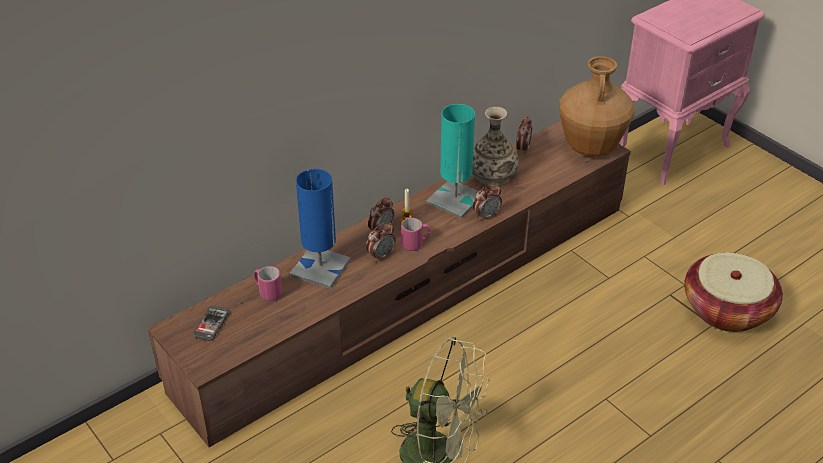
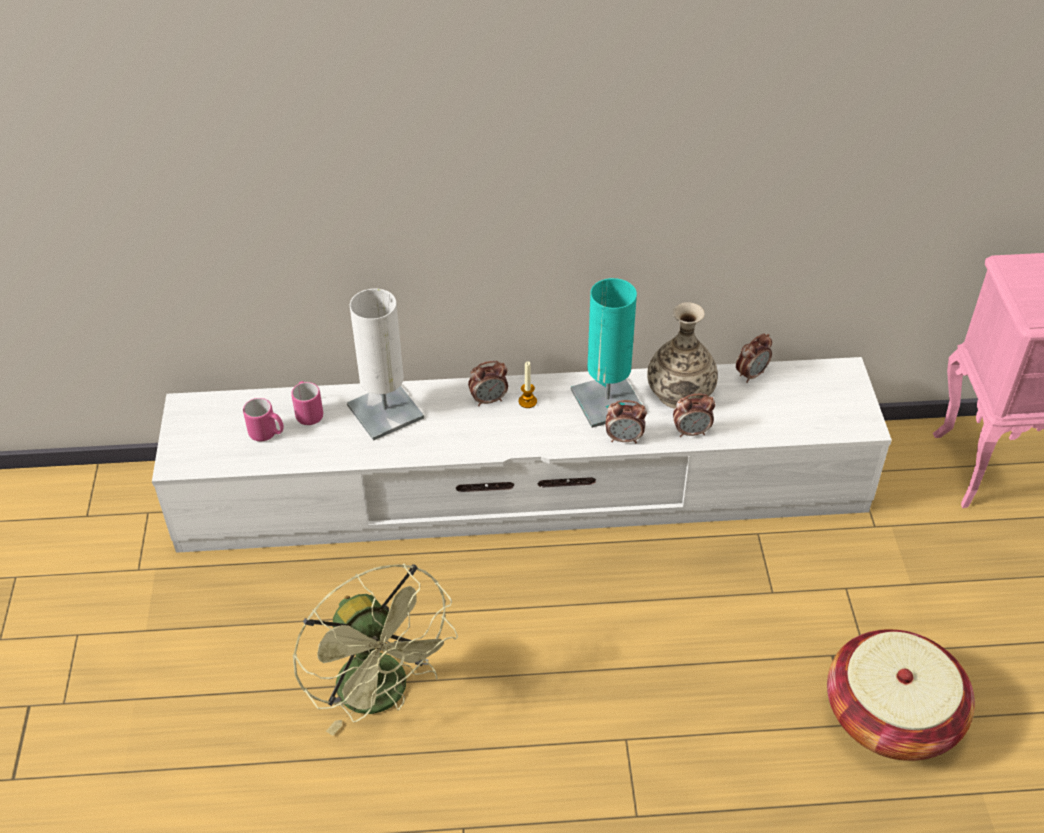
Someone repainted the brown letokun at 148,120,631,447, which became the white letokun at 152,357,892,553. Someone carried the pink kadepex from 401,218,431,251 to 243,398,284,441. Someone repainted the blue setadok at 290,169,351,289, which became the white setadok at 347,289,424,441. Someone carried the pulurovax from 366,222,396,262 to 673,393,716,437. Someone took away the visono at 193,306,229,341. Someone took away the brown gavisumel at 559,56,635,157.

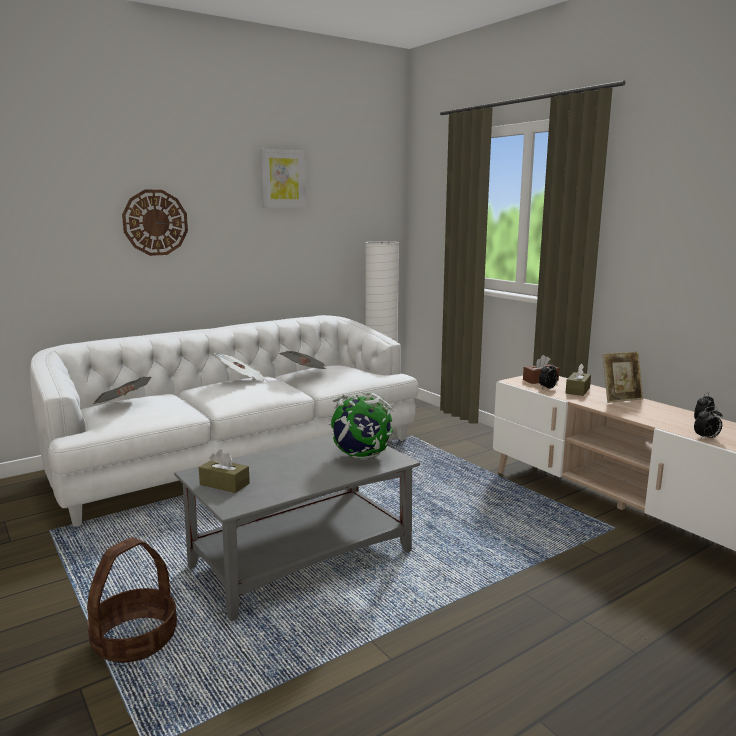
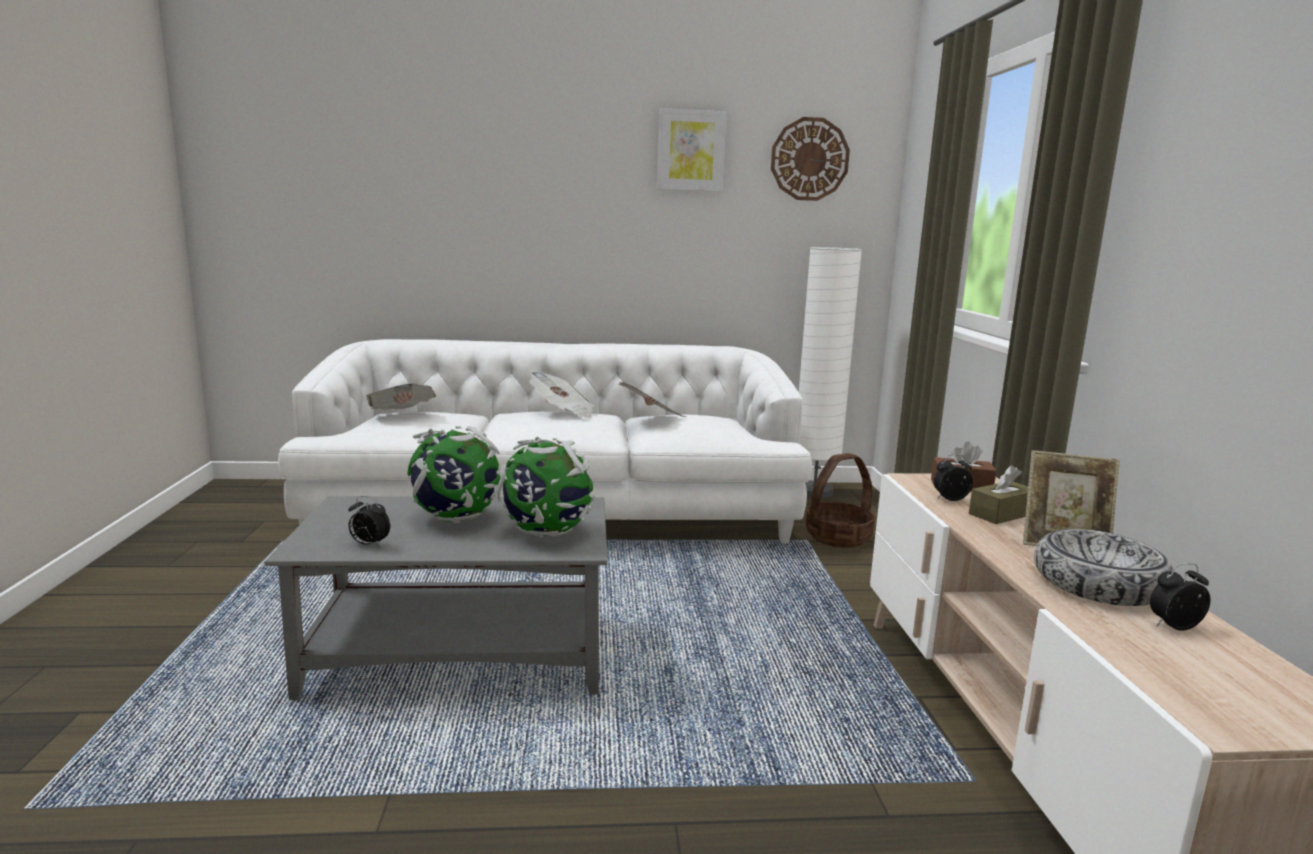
Someone carried the pulurovax from 694,406,723,439 to 348,496,390,547. Someone put down the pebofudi at 407,426,500,523. Someone carried the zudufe from 122,190,188,256 to 771,117,850,201. Someone carried the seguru from 87,538,177,663 to 806,453,875,548. Someone put down the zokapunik at 1034,529,1175,606. Someone took away the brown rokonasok at 199,449,250,493.

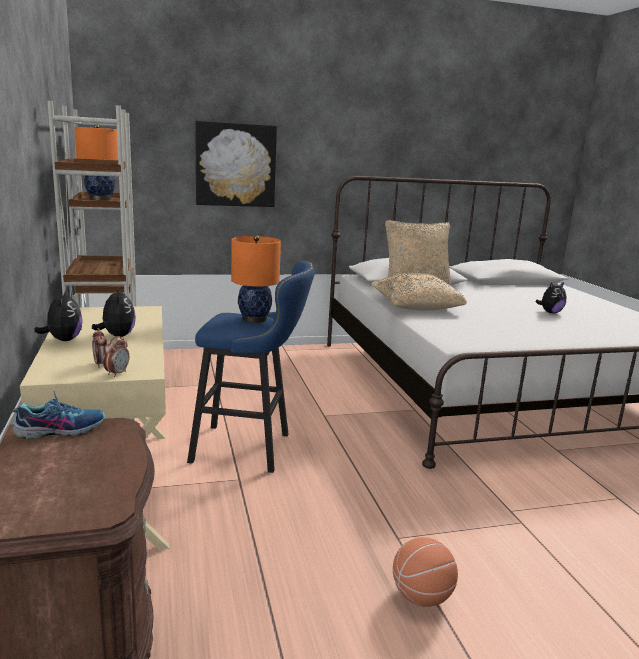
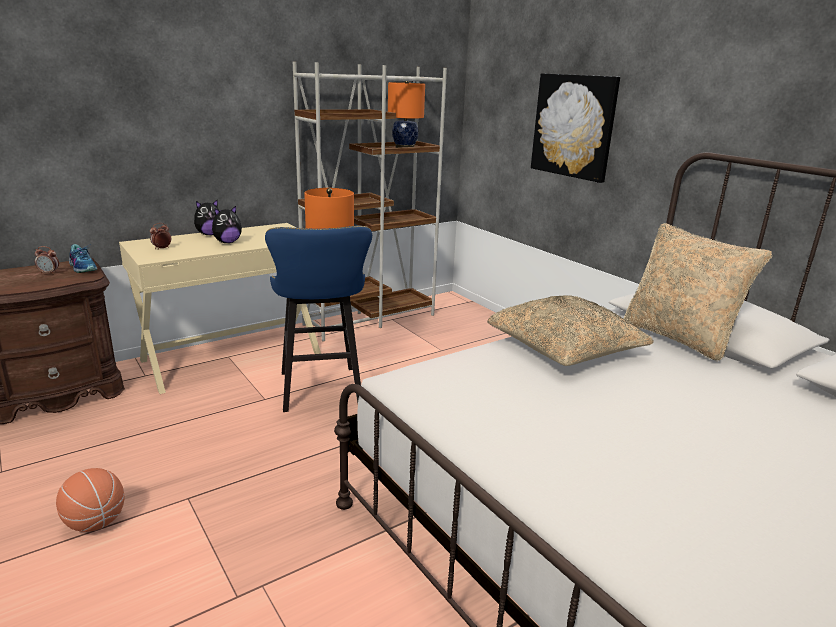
Someone carried the pulurovax from 103,336,129,377 to 35,246,59,274. Someone took away the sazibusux at 535,281,566,313.

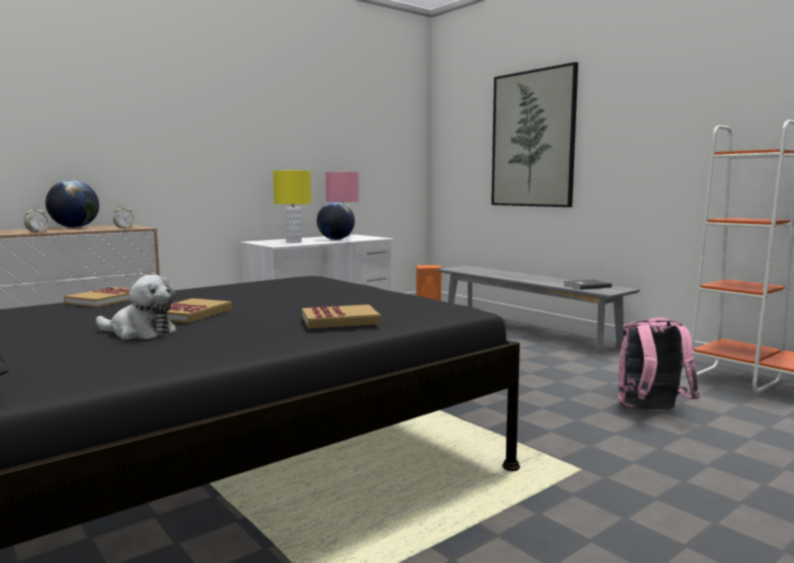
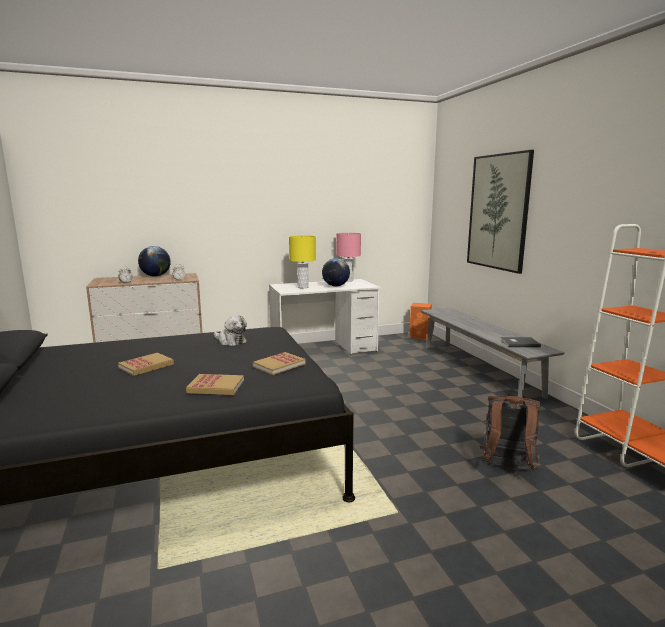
Someone carried the sazibusux from 96,275,177,340 to 214,315,247,346. Someone carried the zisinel from 64,287,130,307 to 252,352,305,375. Someone repainted the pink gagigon at 618,318,700,410, which became the brown gagigon at 480,396,540,470.

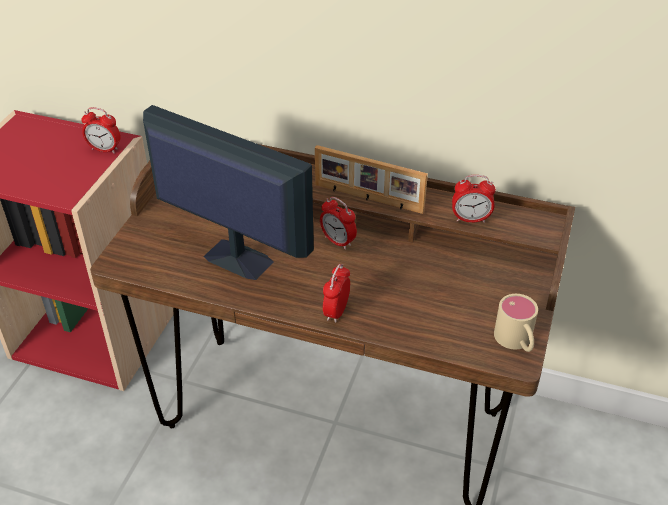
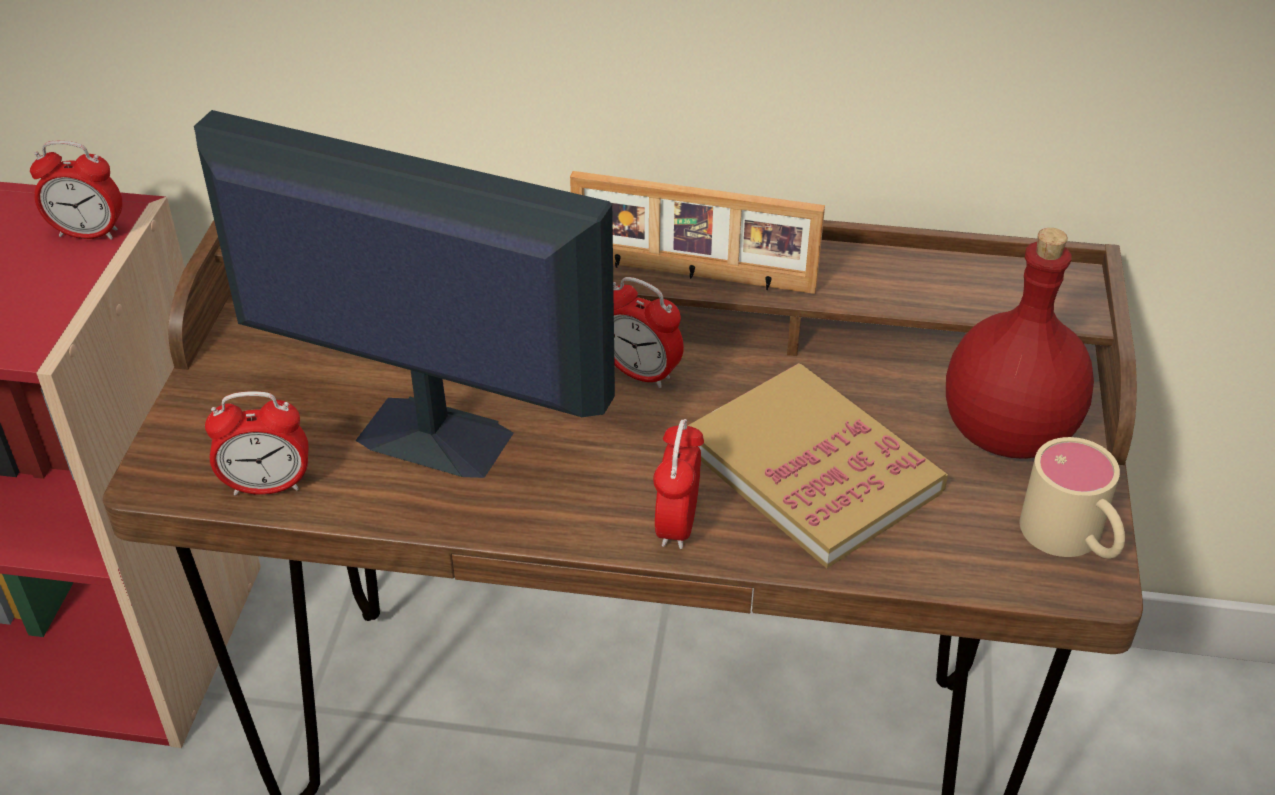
Someone carried the pulurovax from 452,175,496,223 to 205,391,308,496. Someone put down the zisinel at 688,363,948,569. Someone put down the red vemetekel at 946,228,1094,459.

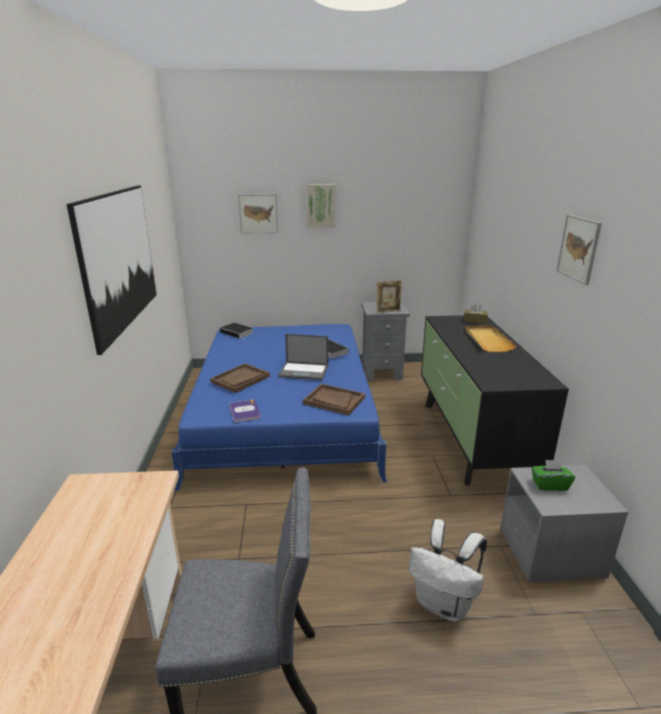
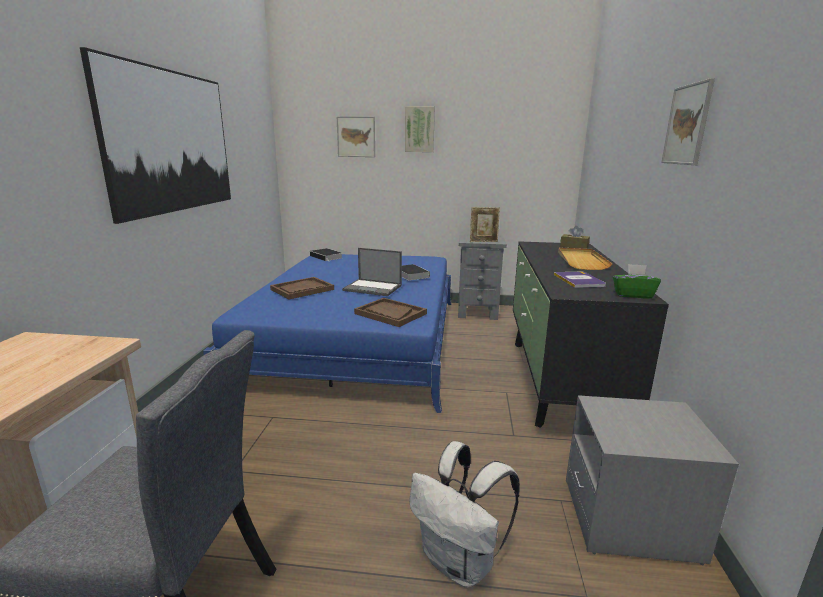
Someone carried the zisinel from 229,400,261,423 to 554,272,606,288. Someone carried the green rokonasok from 531,460,575,491 to 613,264,661,299.

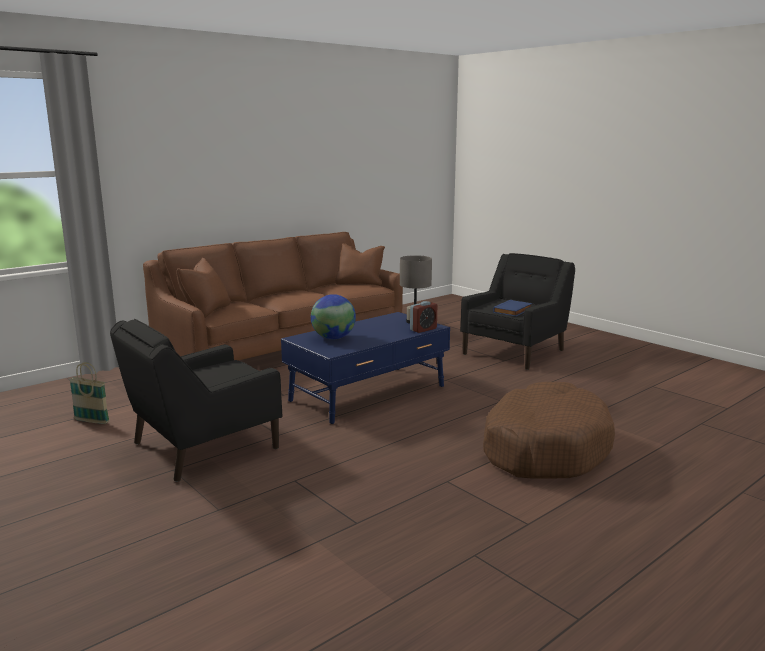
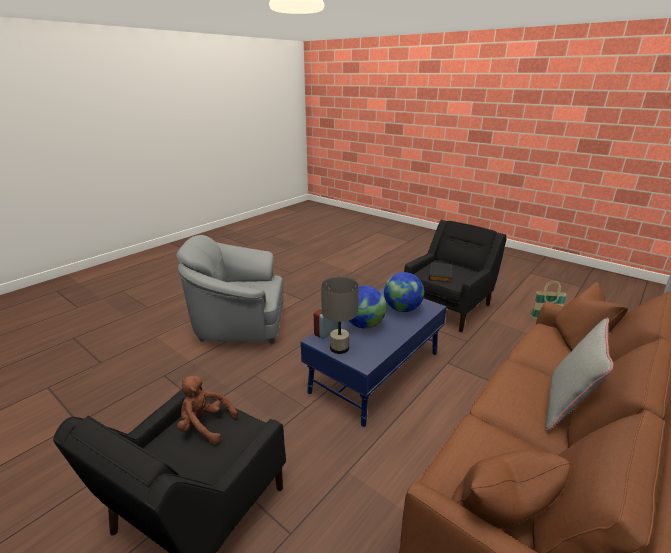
Someone swapped the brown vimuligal at 483,382,615,479 for the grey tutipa at 177,235,283,344. Someone swapped the blue zisinel at 493,300,532,316 for the brown sazibusux at 177,376,238,444. Someone put down the pebofudi at 349,286,386,329. Someone put down the black zisinel at 429,262,452,282. Someone put down the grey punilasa at 546,318,614,431.

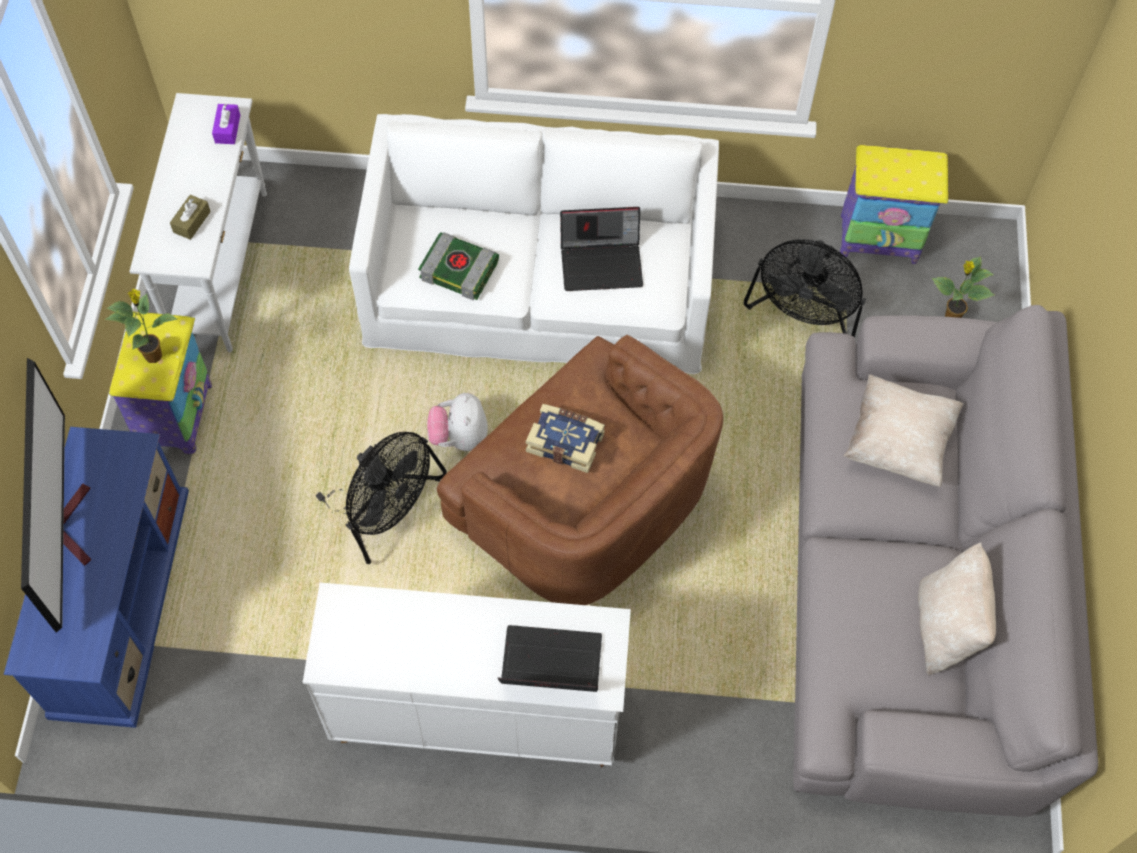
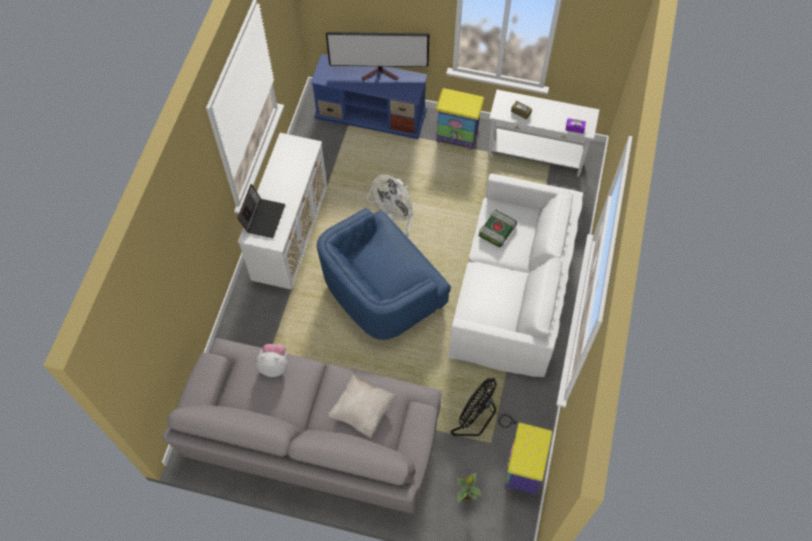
Someone carried the sazibusux from 427,393,488,451 to 256,344,287,377. Someone repainted the brown tutipa at 437,335,723,605, which became the blue tutipa at 317,208,451,340. Someone repainted the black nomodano at 316,432,447,564, which became the white nomodano at 367,175,413,235. Someone took away the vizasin at 105,289,177,363. Someone took away the zisinel at 526,404,605,473. Someone took away the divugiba at 560,207,643,291. Someone took away the beige punilasa at 918,543,996,676.

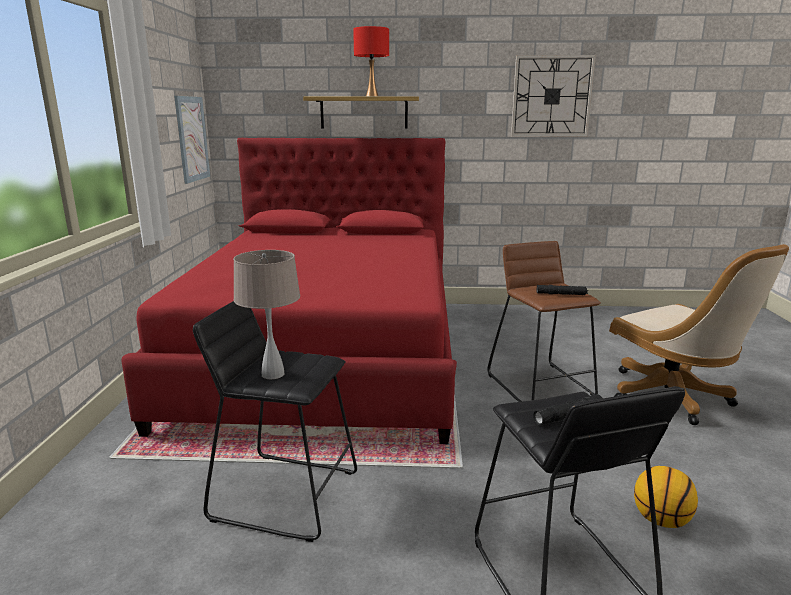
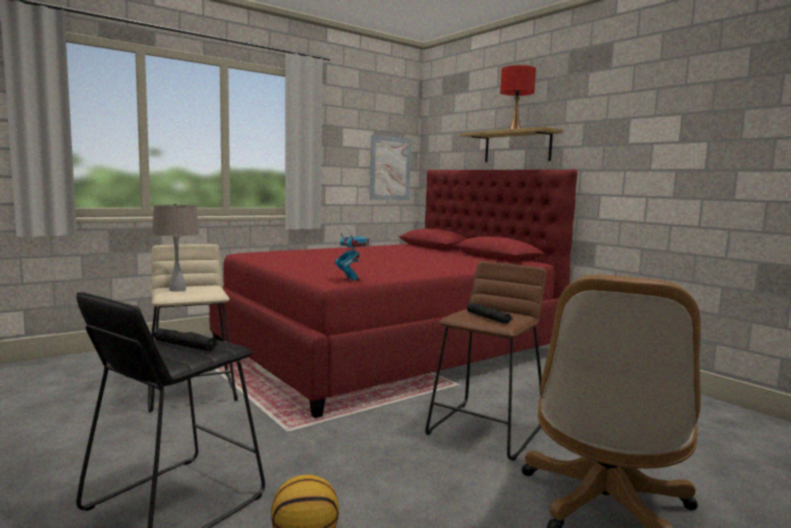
Someone repainted the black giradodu at 193,301,357,542, which became the beige giradodu at 147,244,238,412. Someone put down the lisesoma at 335,227,370,282. Someone took away the zudufe at 511,55,596,136.

